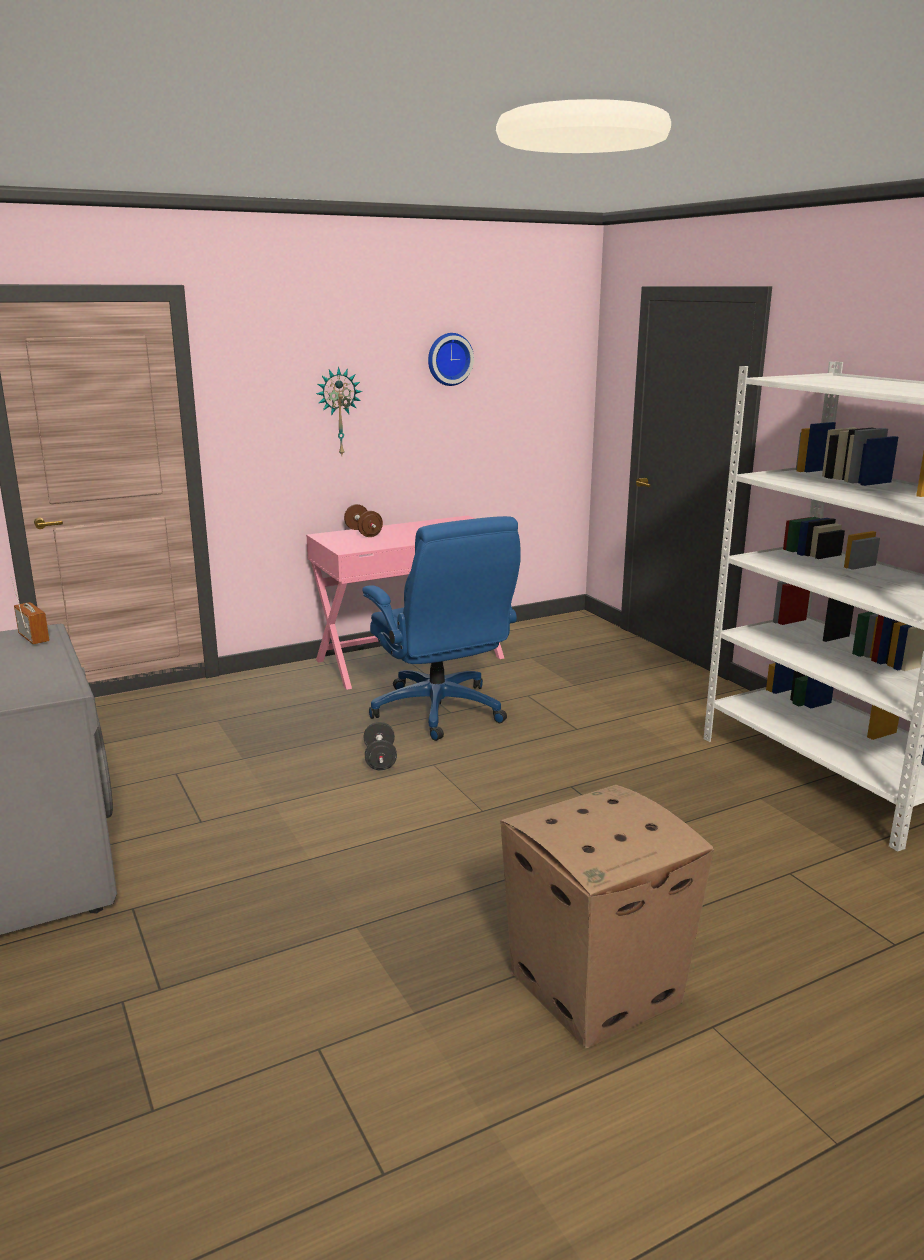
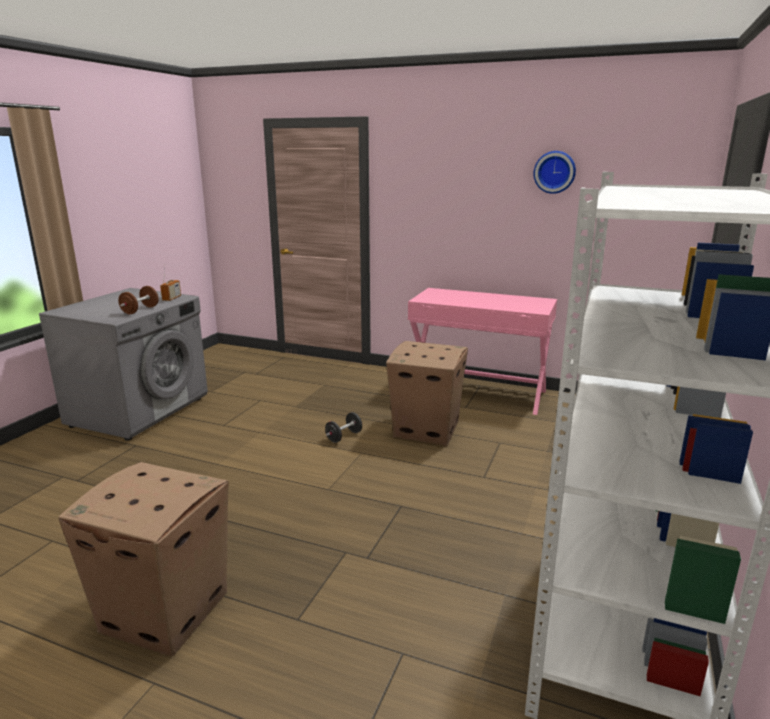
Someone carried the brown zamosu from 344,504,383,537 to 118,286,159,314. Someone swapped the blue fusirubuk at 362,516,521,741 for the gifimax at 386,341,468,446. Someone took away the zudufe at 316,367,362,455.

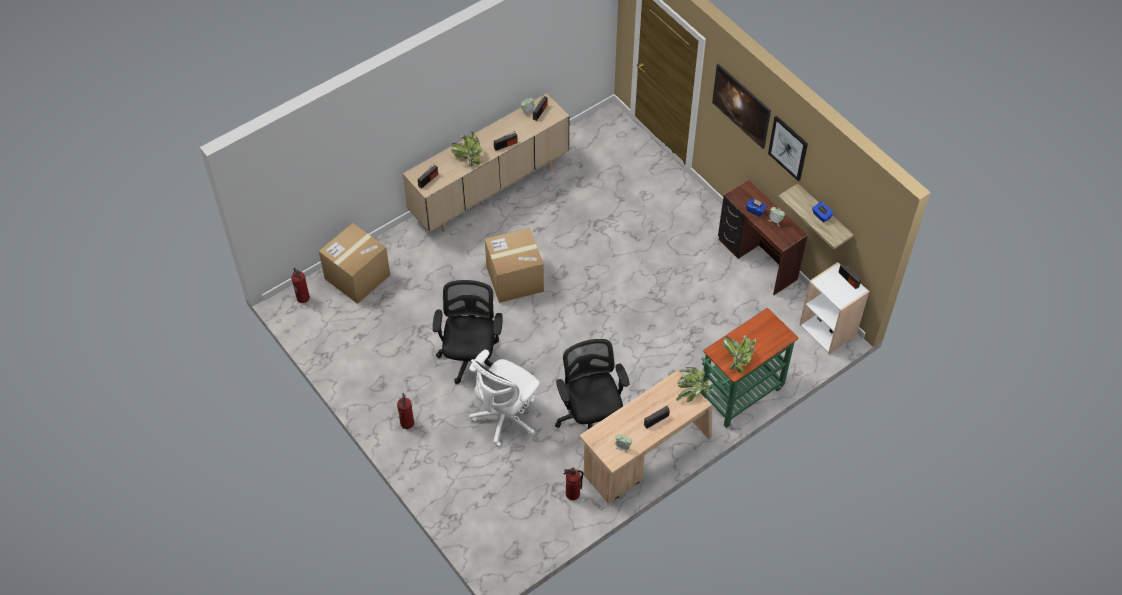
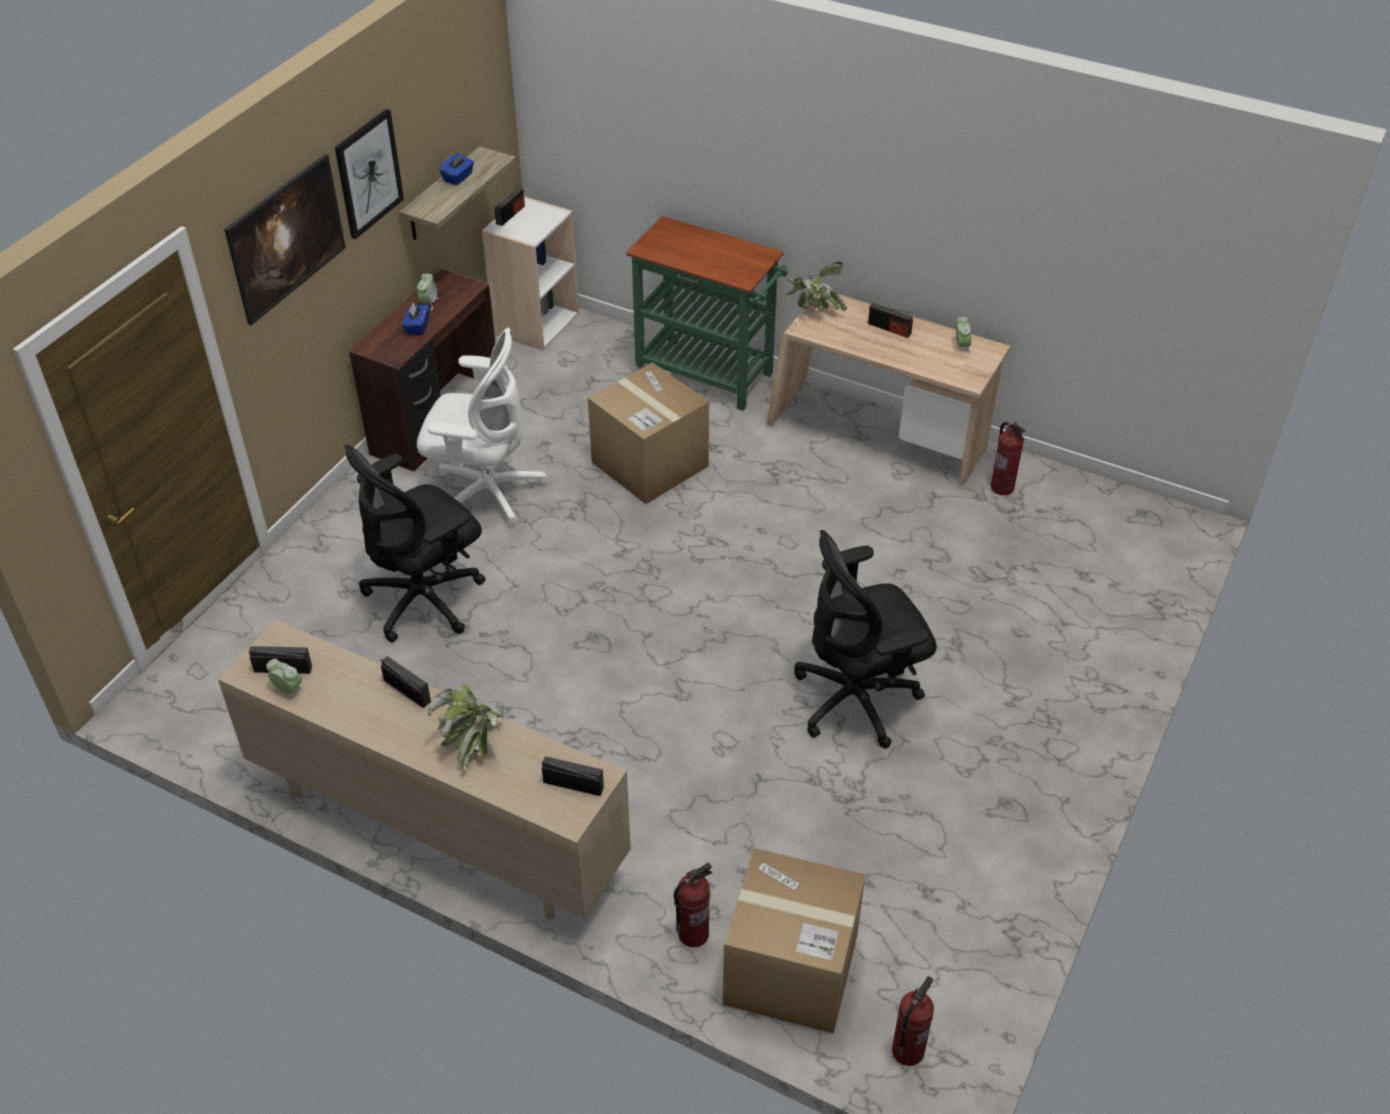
Someone carried the black fusirubuk from 555,339,630,429 to 344,445,486,642. Someone carried the white fusirubuk from 469,350,540,447 to 417,328,547,525. Someone carried the gifimax from 485,228,544,303 to 588,362,709,504. Someone carried the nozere from 397,393,414,429 to 674,863,712,947. Someone took away the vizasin at 722,335,756,373.

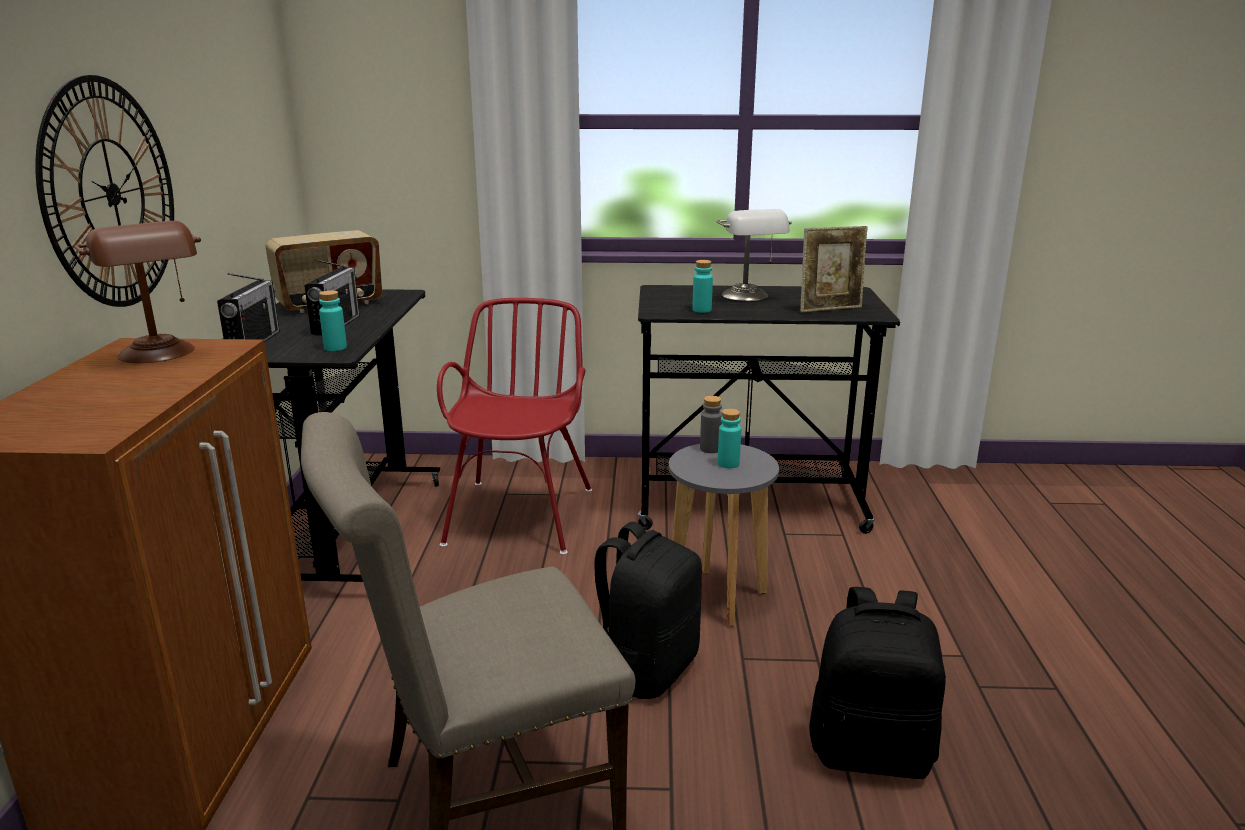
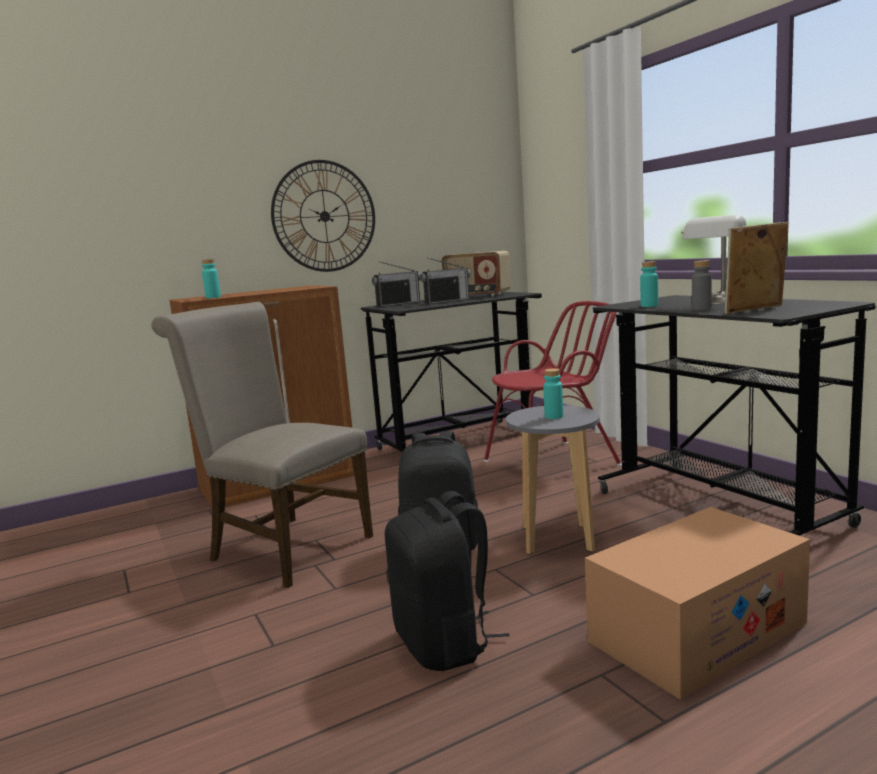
Someone carried the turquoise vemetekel from 319,290,347,351 to 202,259,221,299. Someone put down the gifimax at 585,507,810,700. Someone carried the grey vemetekel from 700,396,723,453 to 692,260,712,310. Someone rotated the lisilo at 800,226,868,312 by 120 degrees clockwise. Someone took away the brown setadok at 75,221,201,363.

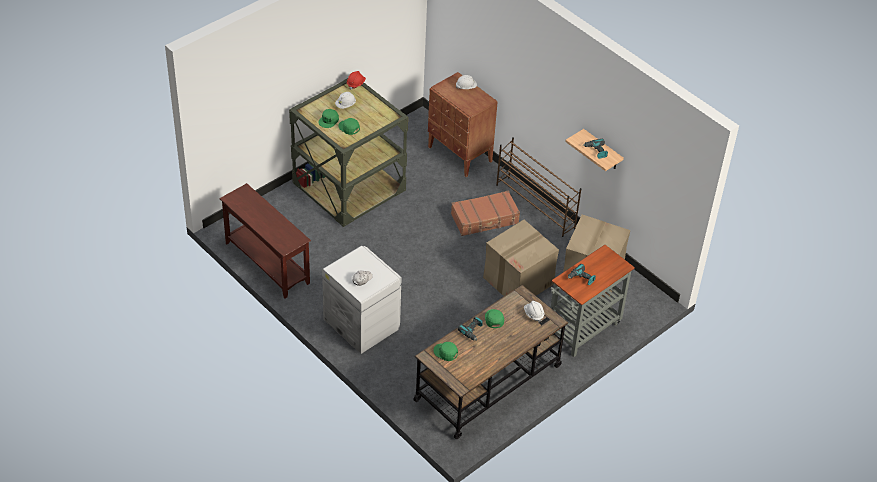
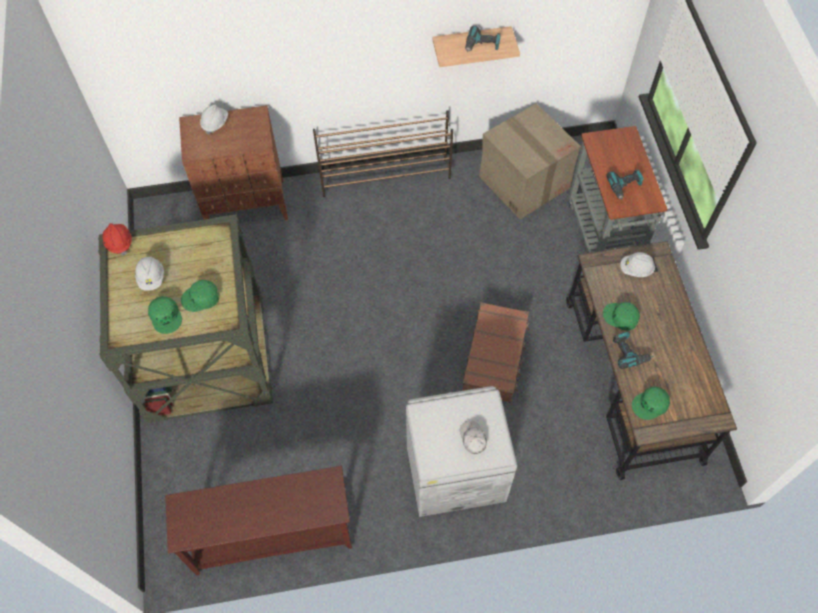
Someone carried the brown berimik from 451,191,520,236 to 462,302,530,403. Someone took away the gifimax at 483,220,559,296.

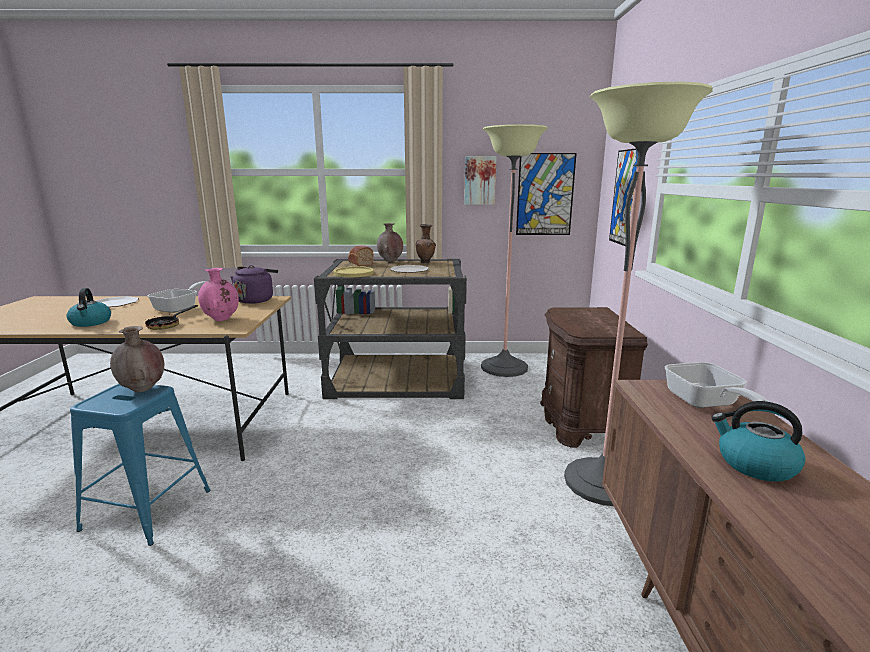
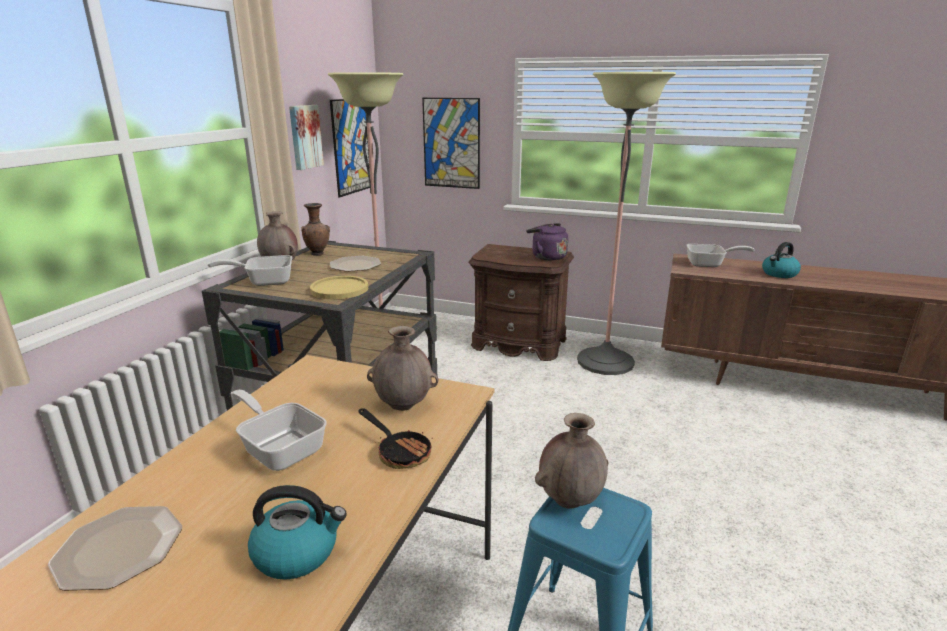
Someone swapped the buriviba at 348,245,374,266 for the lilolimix at 208,255,292,286. Someone repainted the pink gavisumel at 198,268,239,321, which became the brown gavisumel at 367,326,438,411. Someone carried the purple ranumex from 231,265,278,304 to 526,223,568,261.

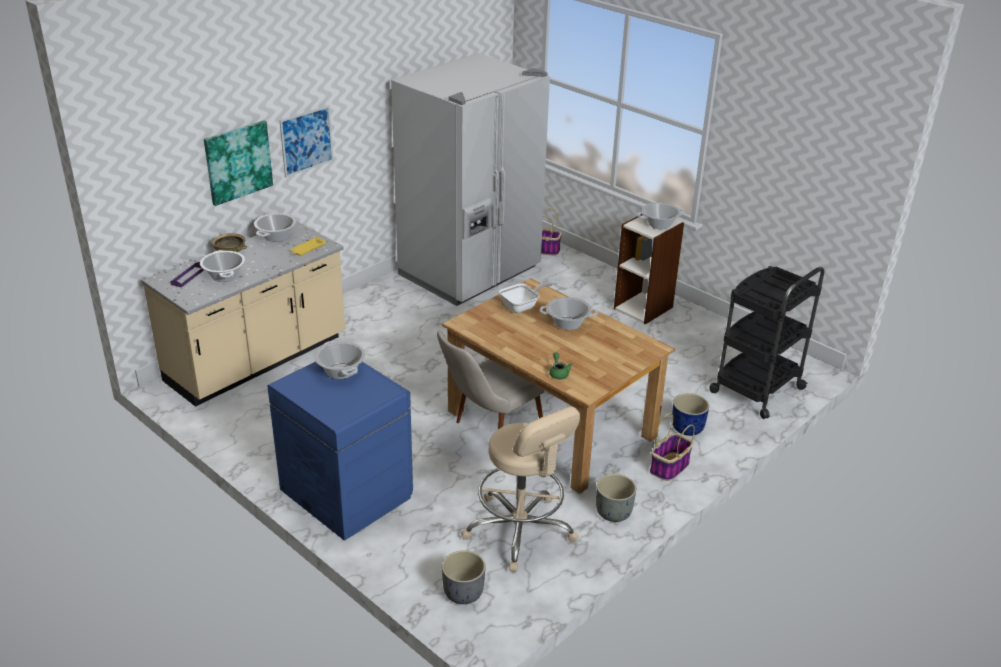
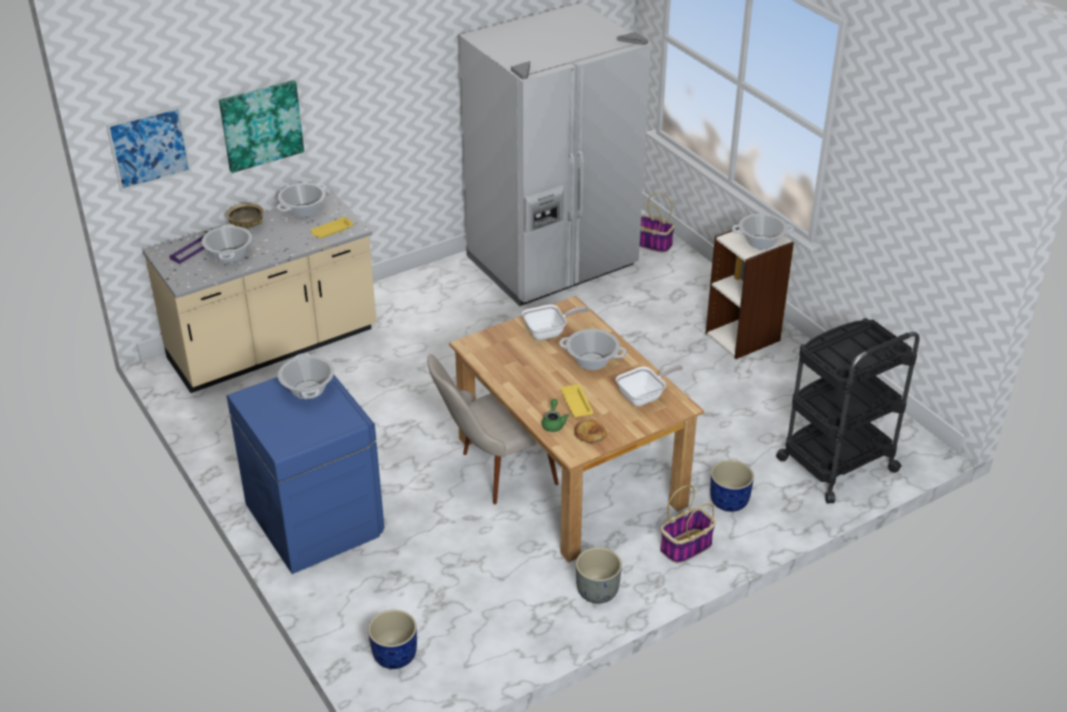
Someone carried the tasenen from 279,105,333,178 to 106,105,191,191. Someone repainted the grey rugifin at 442,550,485,604, which became the blue rugifin at 368,610,417,669. Someone put down the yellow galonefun at 560,384,593,417. Someone put down the buriviba at 574,420,607,443. Someone put down the lilolimix at 616,365,683,407. Someone took away the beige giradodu at 461,407,580,572.

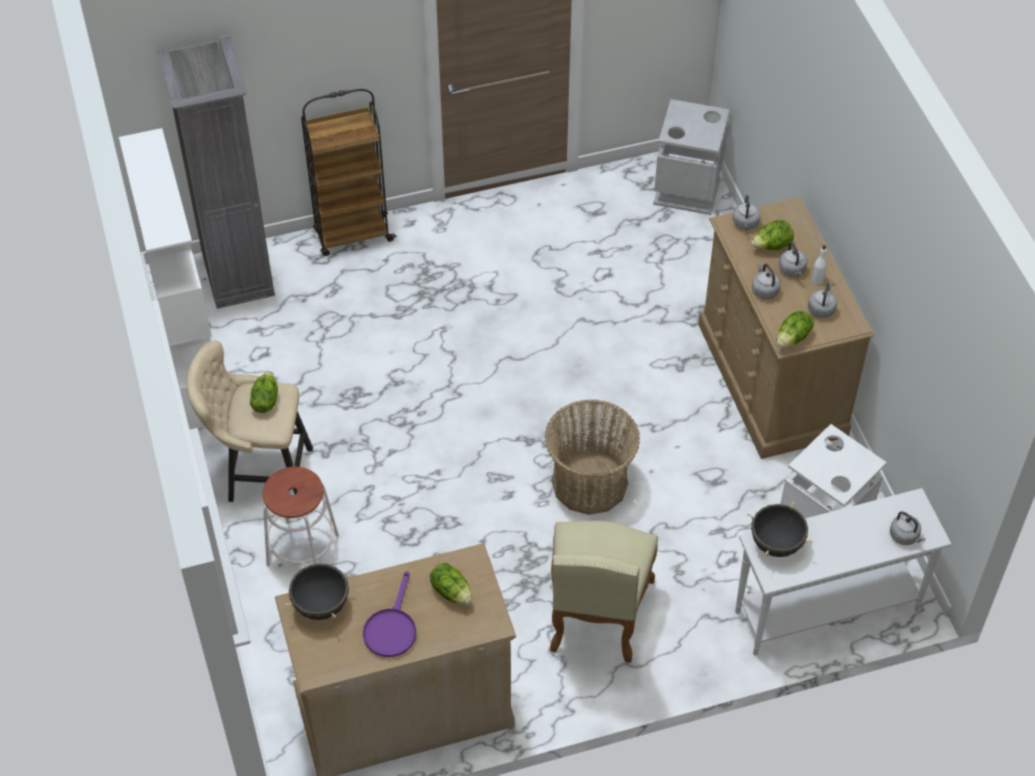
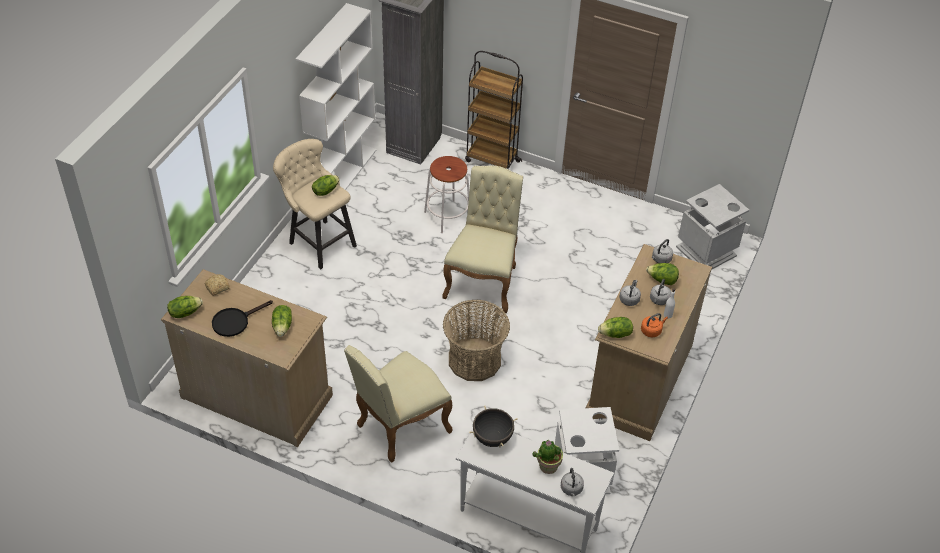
Someone put down the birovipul at 167,296,203,318. Someone swapped the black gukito at 285,561,352,620 for the buriviba at 205,274,230,296. Someone repainted the purple lilolimix at 363,571,416,657, which became the black lilolimix at 212,300,273,337. Someone carried the white giradodu from 263,467,339,567 to 424,156,469,233. Someone put down the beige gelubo at 442,166,523,313. Someone put down the vizasin at 532,440,563,474. Someone repainted the grey ranumex at 808,282,837,318, which became the orange ranumex at 641,313,668,337.

